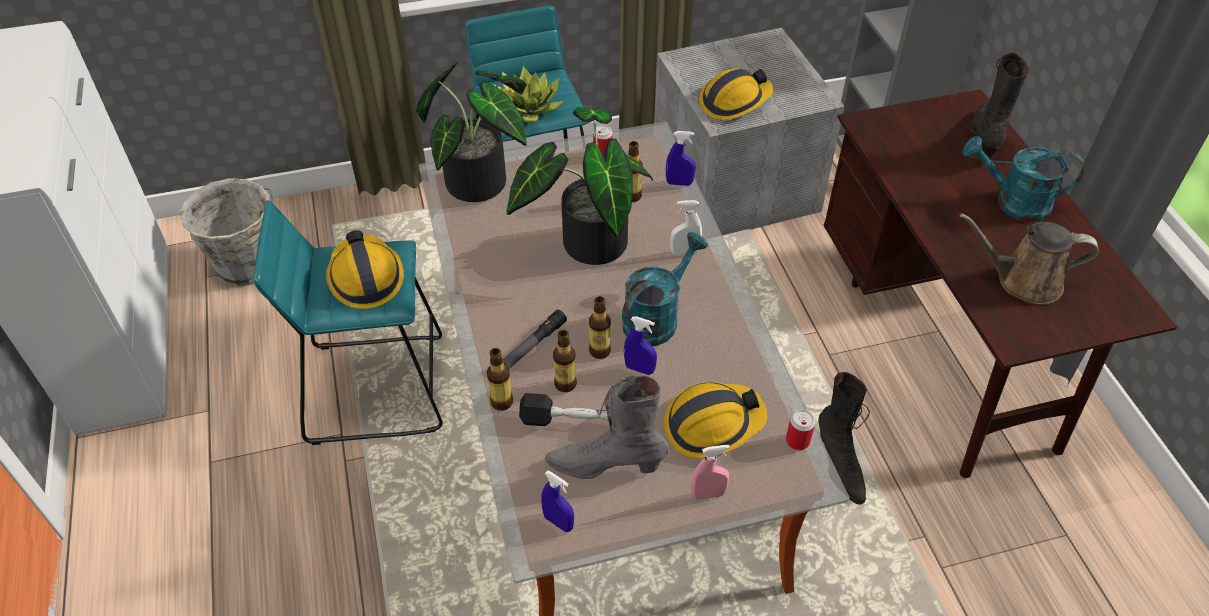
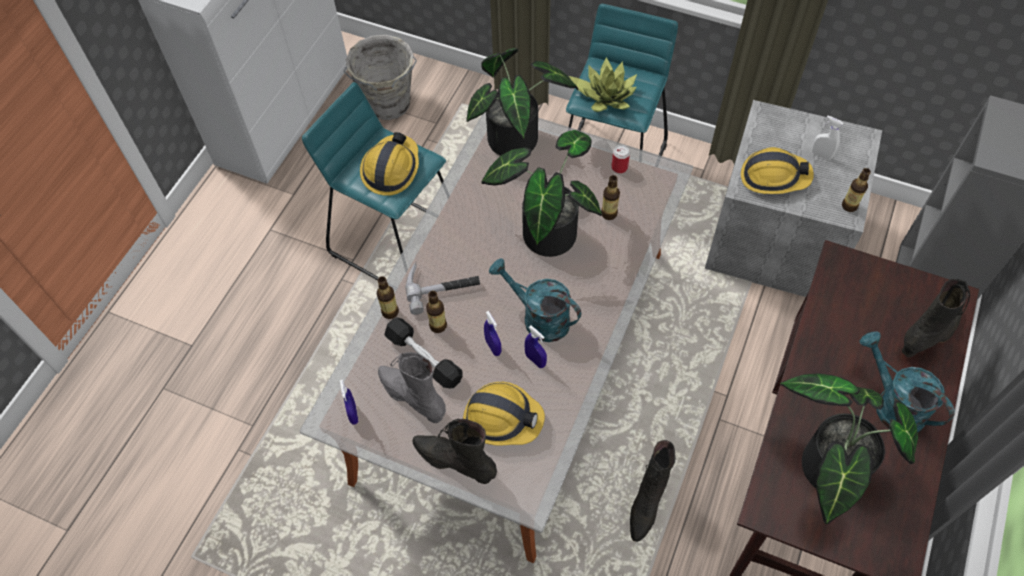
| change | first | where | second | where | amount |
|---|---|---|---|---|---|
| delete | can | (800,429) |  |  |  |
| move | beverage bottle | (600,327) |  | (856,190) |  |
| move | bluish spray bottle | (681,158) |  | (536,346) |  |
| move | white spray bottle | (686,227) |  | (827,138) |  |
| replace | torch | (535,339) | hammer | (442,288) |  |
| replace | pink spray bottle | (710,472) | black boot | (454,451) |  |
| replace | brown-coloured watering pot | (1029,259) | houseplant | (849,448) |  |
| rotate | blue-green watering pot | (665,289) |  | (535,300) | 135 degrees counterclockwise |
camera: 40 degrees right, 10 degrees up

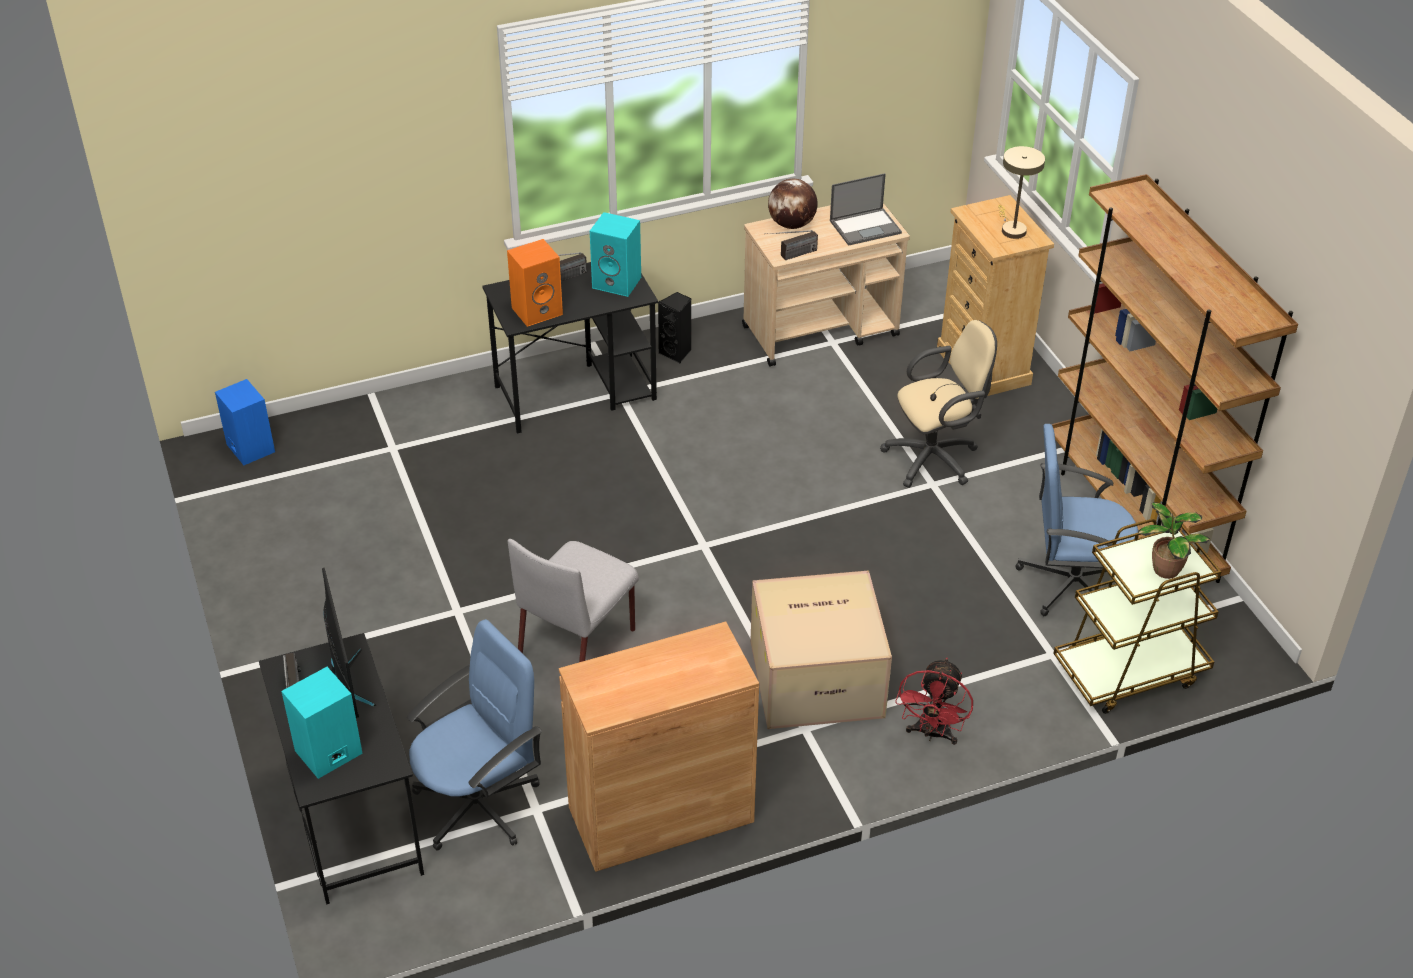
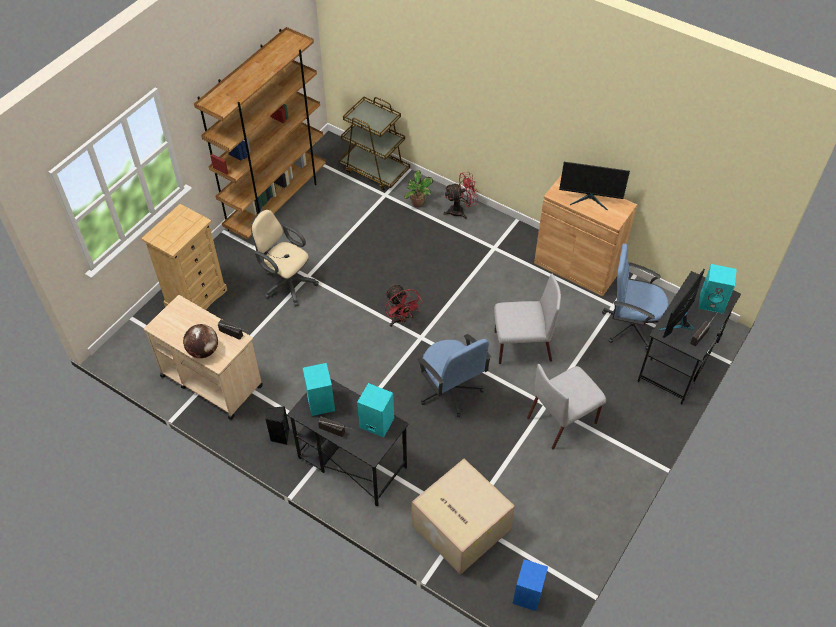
| change | first | where | second | where | amount |
|---|---|---|---|---|---|
| delete | laptop | (866,209) |  |  |  |
| delete | beige-coloured lamp for a table | (1021,192) |  |  |  |
| insert |  |  | red-coloured electric fan | (404,305) |  |
| insert |  |  | greyish plain chair | (566,406) |  |
| insert |  |  | monitor | (594,186) |  |
| move | cardboard box | (821,649) |  | (463,517) |  |
| move | bluish desk chair | (1076,520) |  | (454,375) |  |
| move | houseplant | (1174,540) |  | (418,188) |  |
| recolor | orangey audio speaker | (535,283) | blue-green audio speaker | (375,410) |  |
camera: 125 degrees left, 10 degrees up

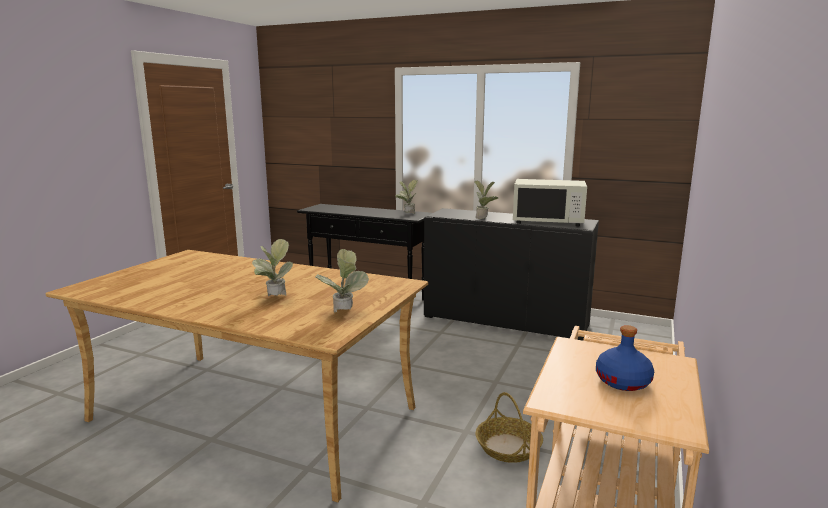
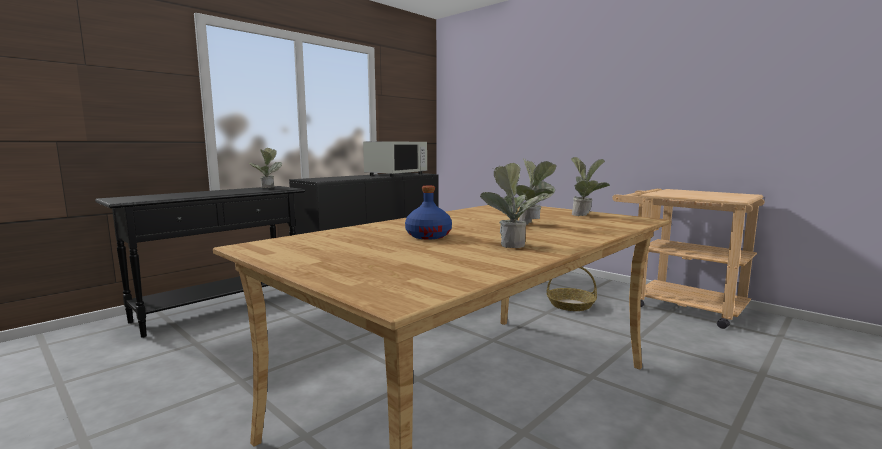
| change | first | where | second | where | amount |
|---|---|---|---|---|---|
| move | houseplant | (486,200) |  | (515,205) |  |
| move | bluish beverage bottle | (625,358) |  | (428,212) |  |
camera: 70 degrees left, 5 degrees down

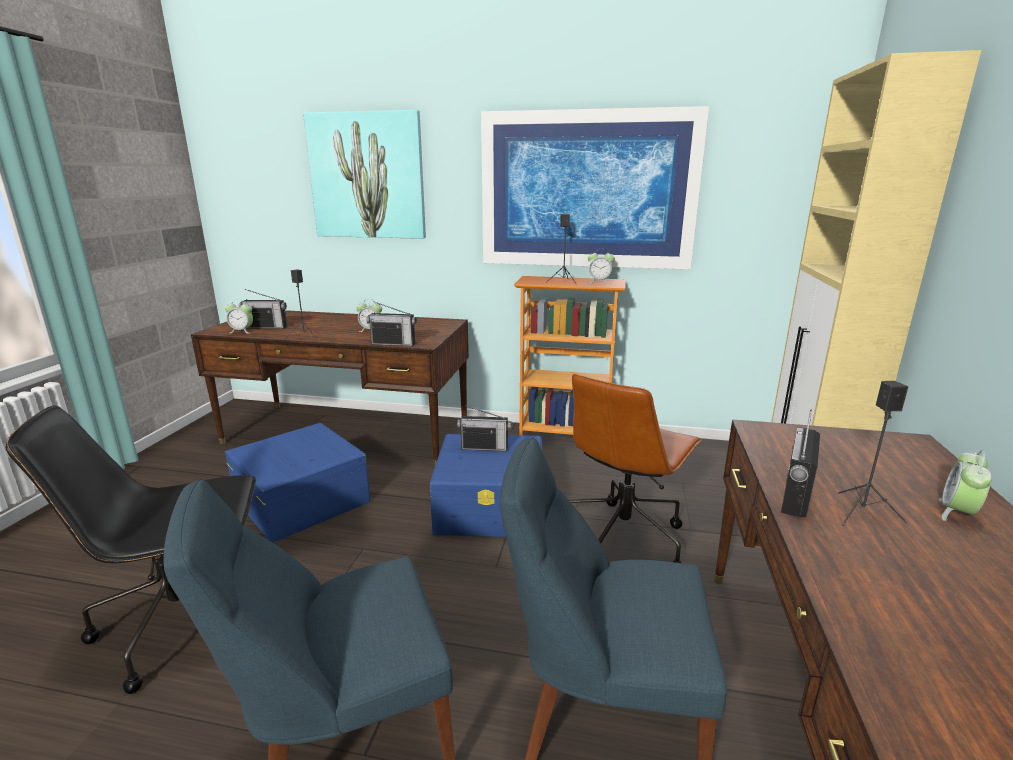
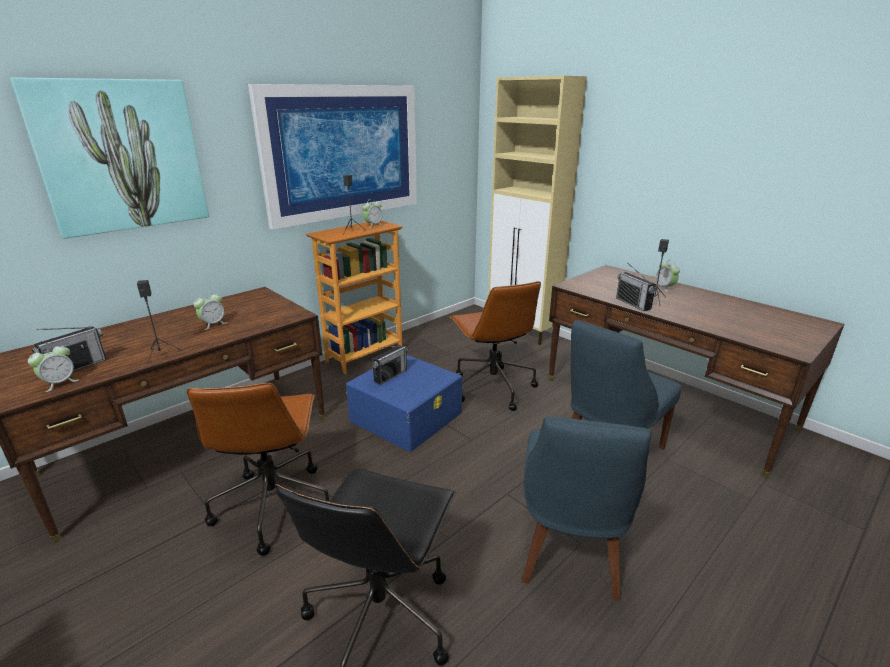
| change | first | where | second | where | amount |
|---|---|---|---|---|---|
| delete | radio receiver | (391,323) |  |  |  |
| replace | bluish storage bin | (297,483) | brown-coloured desk chair | (258,469) |  |
camera: 55 degrees left, 5 degrees up

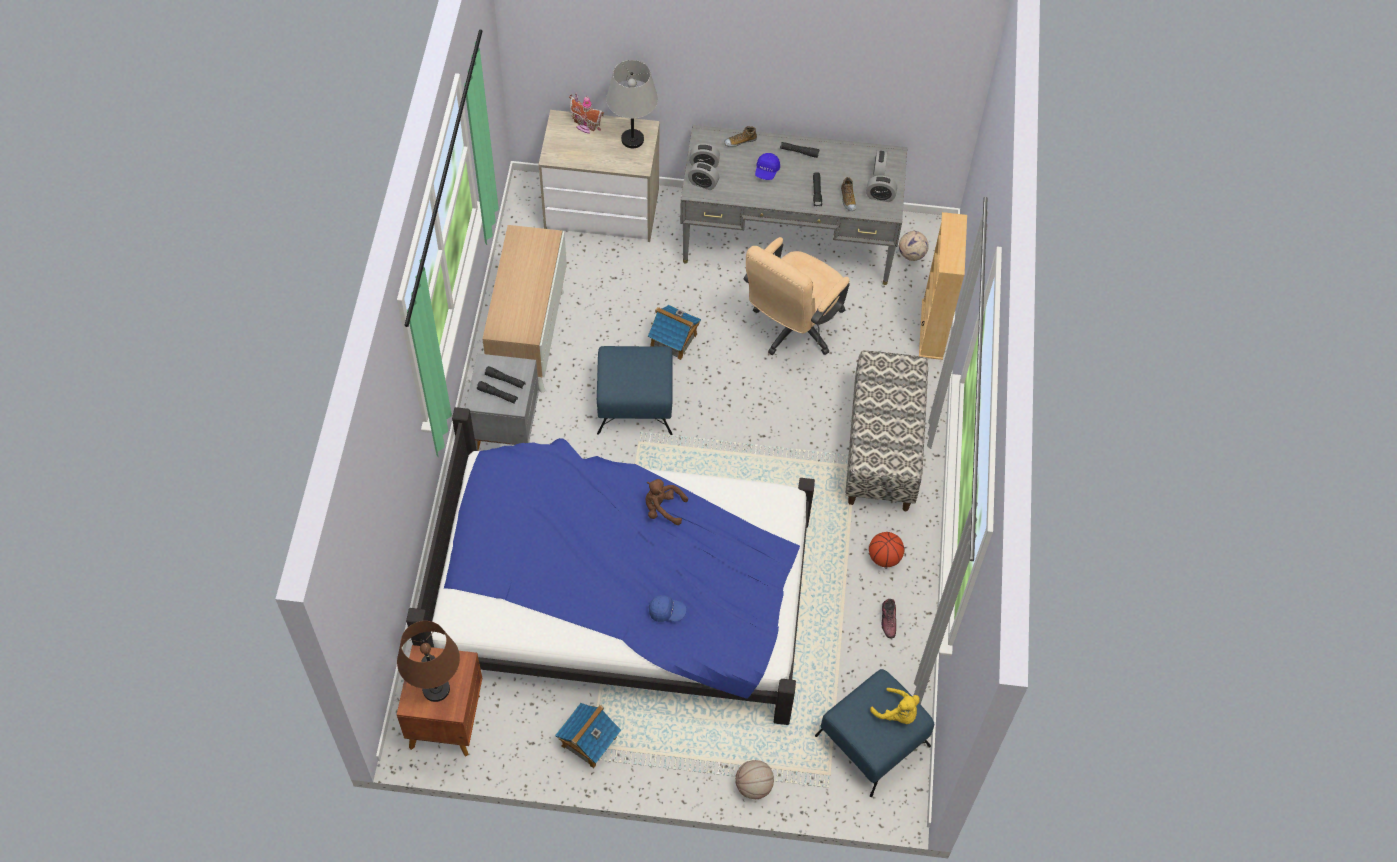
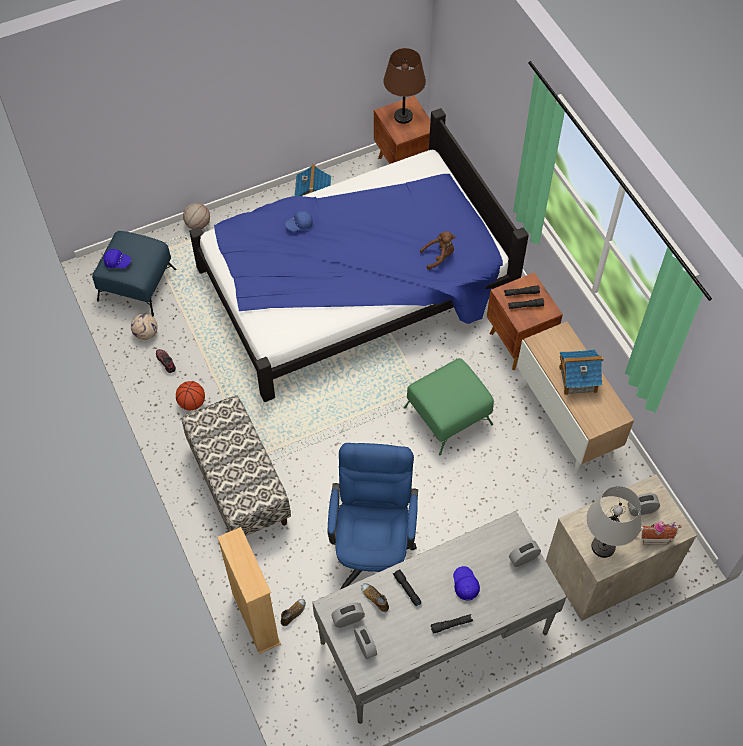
| change | first | where | second | where | amount |
|---|---|---|---|---|---|
| move | brown-coloured soft toy | (666,502) |  | (437,250) |  |
| move | miniature house | (674,332) |  | (581,372) |  |
| move | bedside clock | (703,176) |  | (643,504) |  |
| move | item of footwear | (740,136) |  | (293,612) |  |
| move | football | (914,246) |  | (144,327) |  |
| replace | yellow soft toy | (895,706) | bluish baseball cap | (117,259) |  |
| recolor | greyish nightstand | (502,402) | brown-coloured nightstand | (525,321) |  |
| recolor | bluish ottoman | (635,390) | green ottoman | (449,407) |  |
| recolor | beige-coloured desk chair | (797,296) | bluish desk chair | (373,516) |  |
camera: 150 degrees right, 0 degrees up

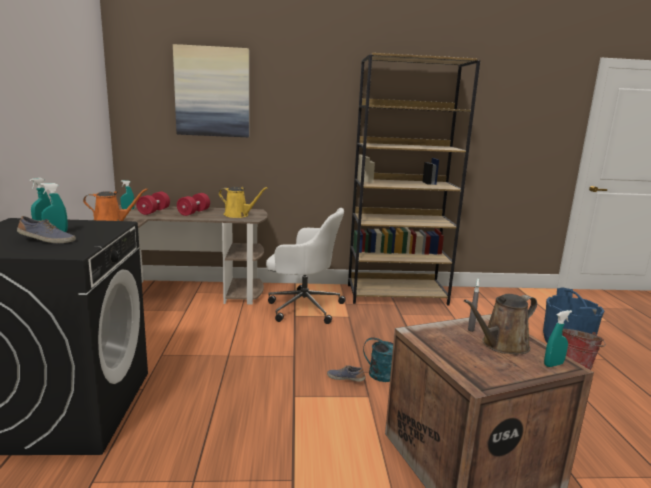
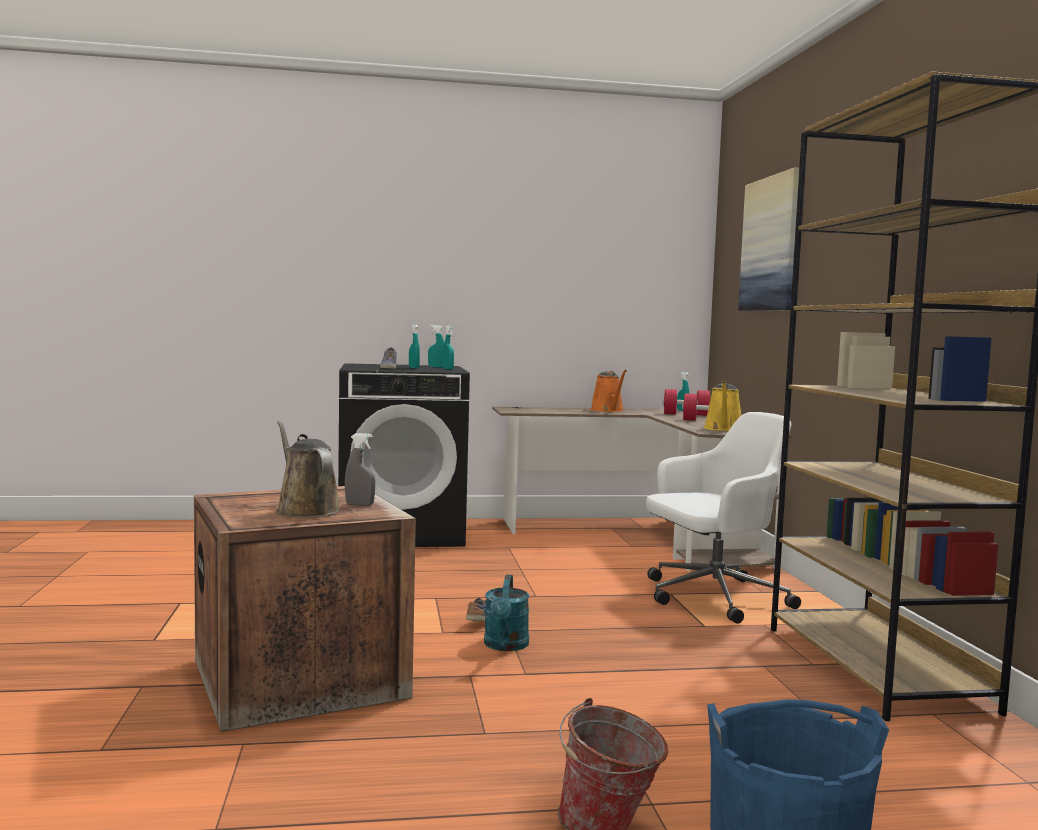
| change | first | where | second | where | amount |
|---|---|---|---|---|---|
| move | blue-green spray bottle | (558,338) |  | (448,348) |  |
| rotate | white desk chair | (306,266) |  | (723,518) | 120 degrees counterclockwise |
camera: 85 degrees right, 10 degrees down

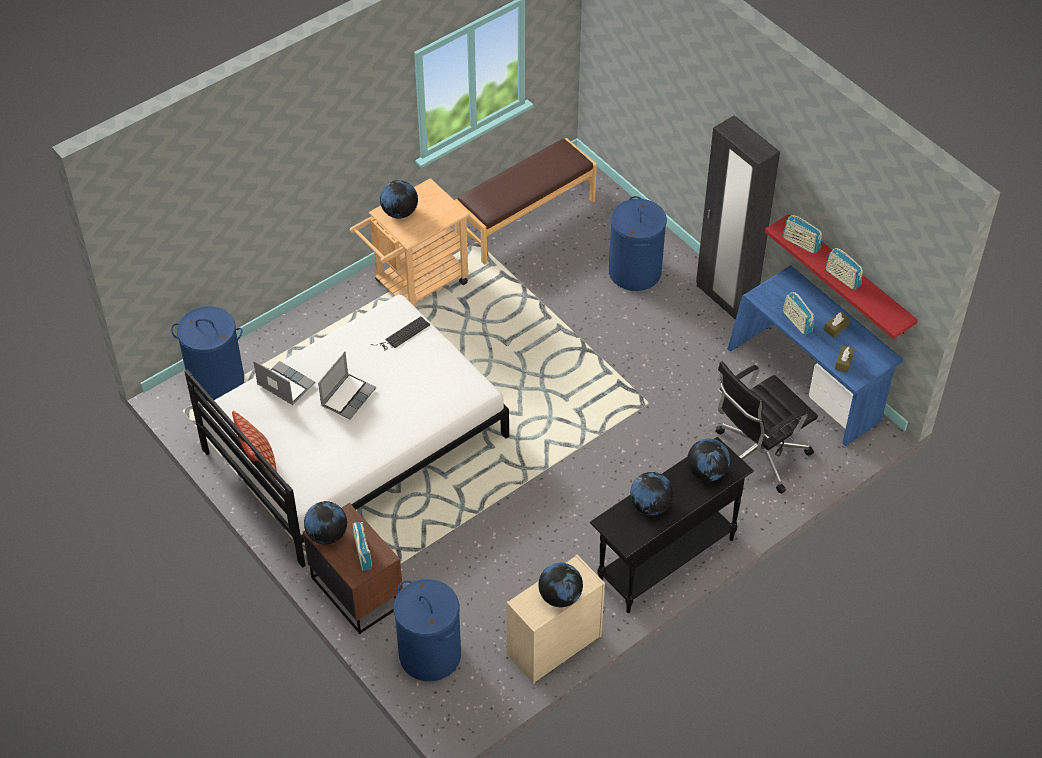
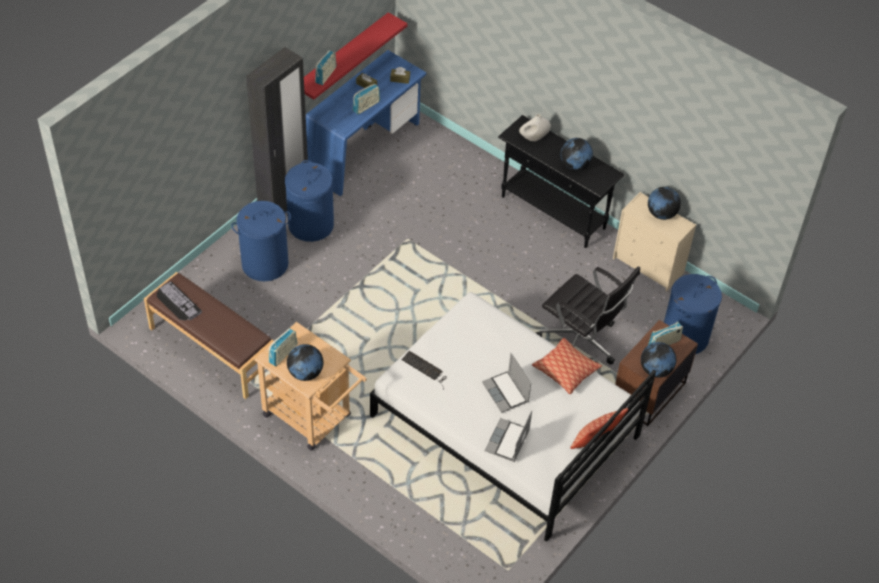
| change | first | where | second | where | amount |
|---|---|---|---|---|---|
| insert |  |  | keyboard | (179,301) |  |
| insert |  |  | cushion | (567,366) |  |
| move | bluish washing basket | (207,353) |  | (309,201) |  |
| move | black desk chair | (767,427) |  | (588,315) |  |
| move | radio receiver | (844,269) |  | (283,347) |  |
| replace | desk globe | (708,460) | white vase | (535,127) |  |
| rotate | laptop | (347,386) |  | (506,383) | 135 degrees counterclockwise |
camera: 105 degrees left, 0 degrees up

